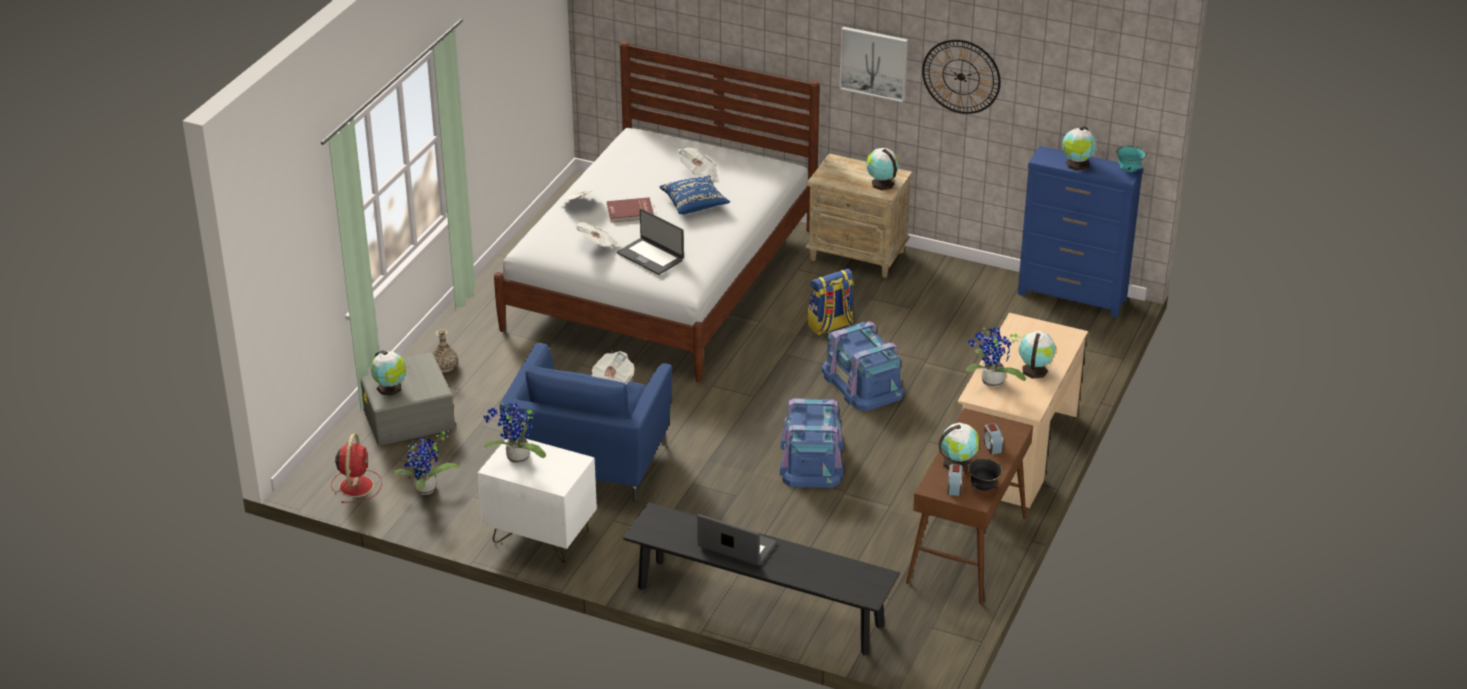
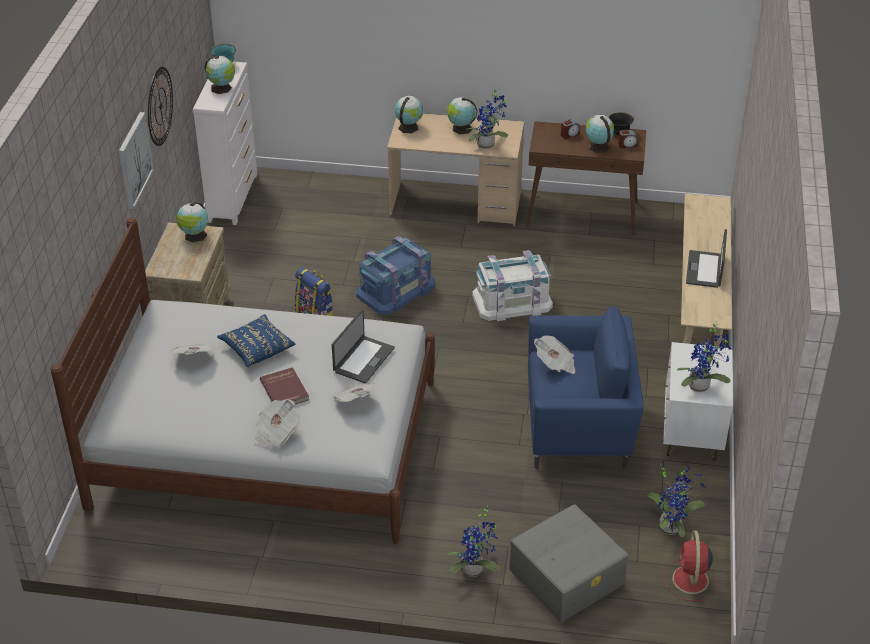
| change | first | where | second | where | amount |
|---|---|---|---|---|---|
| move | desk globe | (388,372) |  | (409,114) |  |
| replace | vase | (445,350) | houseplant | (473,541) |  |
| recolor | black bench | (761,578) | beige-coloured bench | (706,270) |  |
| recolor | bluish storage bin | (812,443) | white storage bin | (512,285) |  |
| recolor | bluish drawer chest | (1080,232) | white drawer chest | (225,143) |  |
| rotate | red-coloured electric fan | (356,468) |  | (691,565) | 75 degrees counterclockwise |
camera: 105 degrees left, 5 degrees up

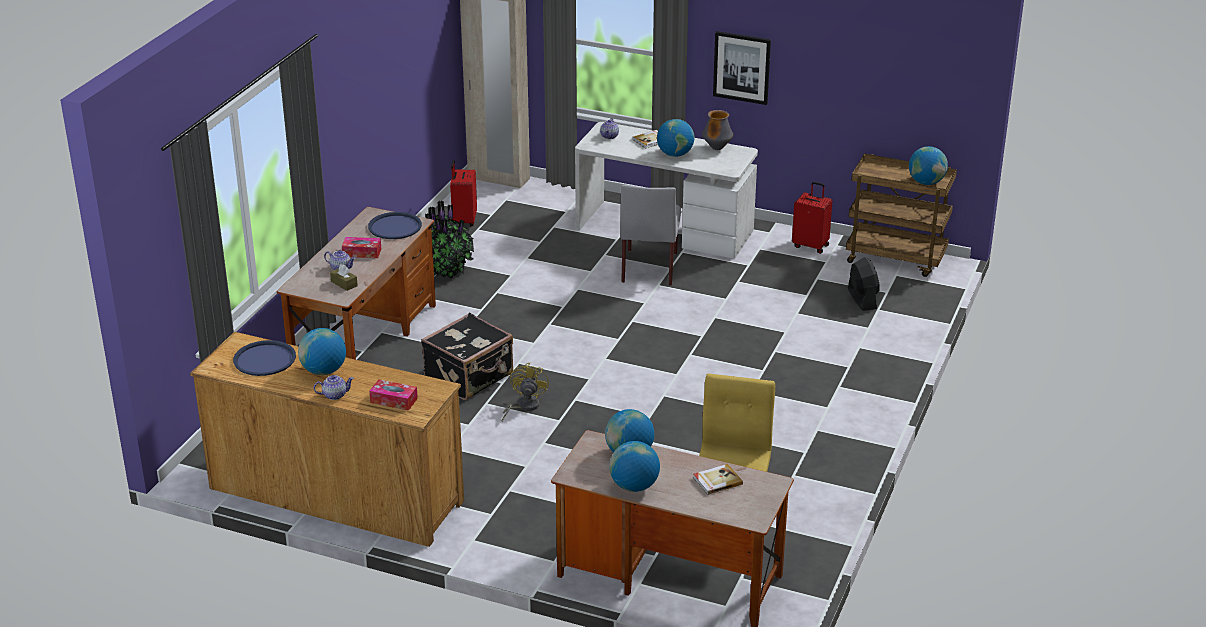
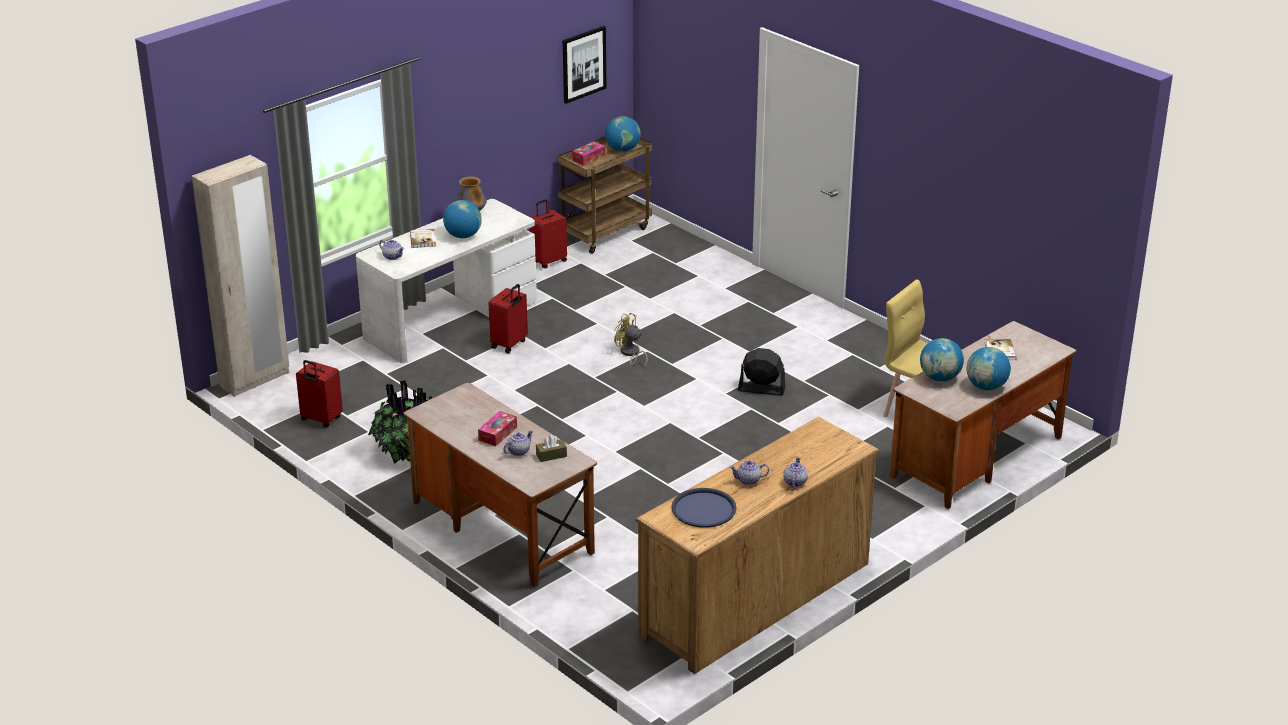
| change | first | where | second | where | amount |
|---|---|---|---|---|---|
| delete | bluish tray | (395,225) |  |  |  |
| delete | black piece of luggage | (467,356) |  |  |  |
| move | tissue holder | (393,395) |  | (588,153) |  |
| move | yellow electric fan | (525,392) |  | (631,340) |  |
| move | wall picture | (742,68) |  | (584,65) |  |
| move | black electric fan | (863,284) |  | (761,372) |  |
| replace | desk globe | (322,351) | tea pot | (749,472) |  |
| replace | greyish plain chair | (650,235) | red-coloured piece of luggage | (508,318) |  |
camera: 65 degrees left, 0 degrees up

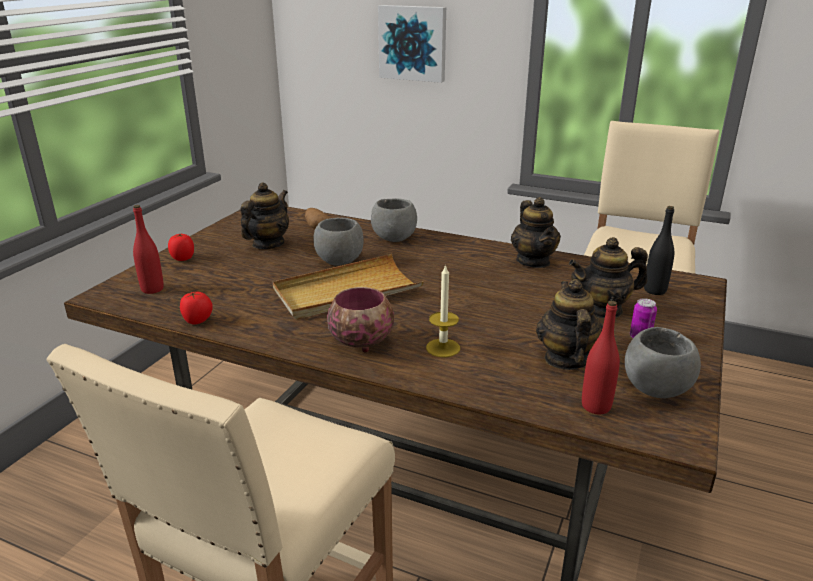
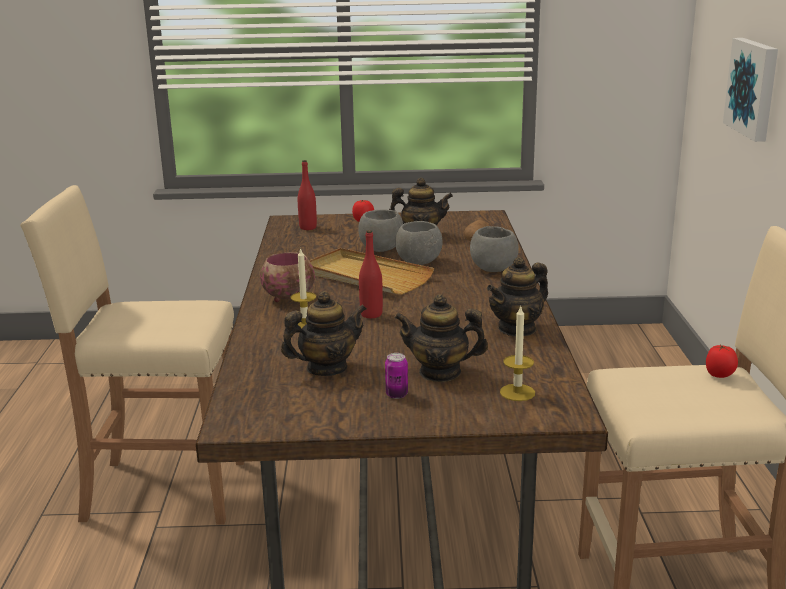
| change | first | where | second | where | amount |
|---|---|---|---|---|---|
| move | tomato | (196,308) |  | (722,361) |  |
| move | red-coloured beverage bottle | (601,358) |  | (371,274) |  |
| move | greyish bowl | (663,362) |  | (380,230) |  |
| replace | black beverage bottle | (659,250) | wax light | (517,353) |  |
| rotate | tea pot | (608,278) |  | (441,338) | 45 degrees counterclockwise |
camera: 65 degrees right, 5 degrees down

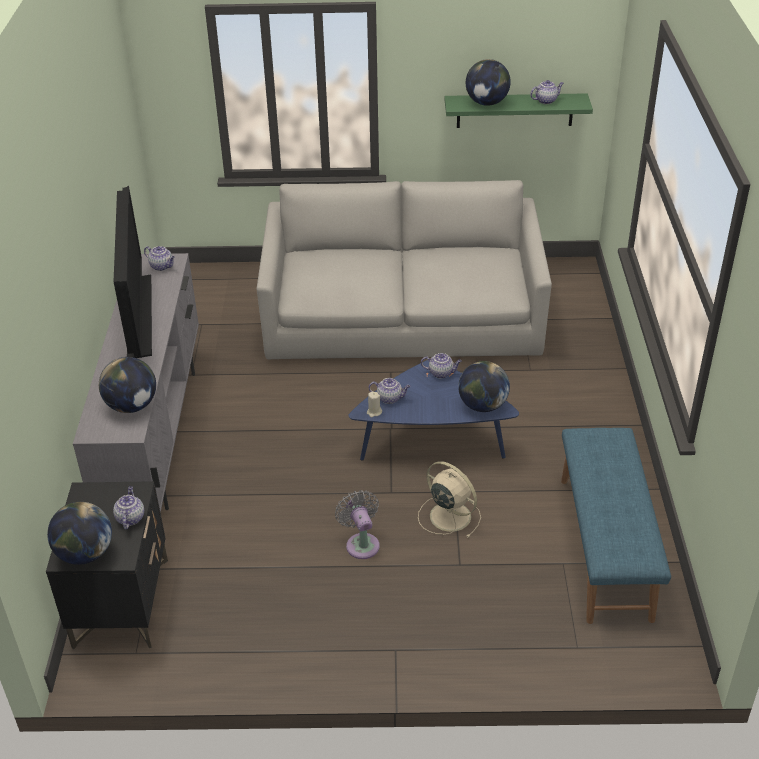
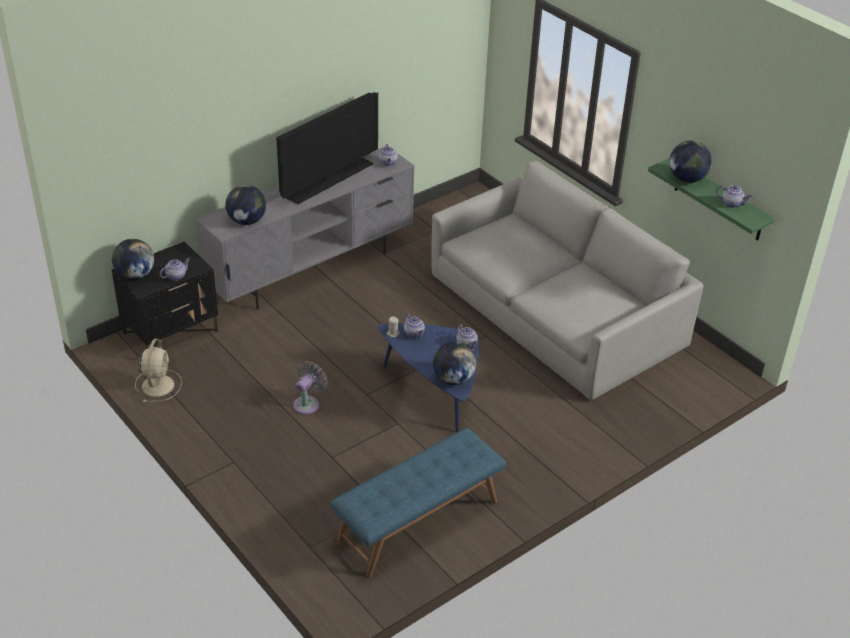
| change | first | where | second | where | amount |
|---|---|---|---|---|---|
| move | beige-coloured electric fan | (449,499) |  | (158,370) |  |
camera: 50 degrees right, 0 degrees up

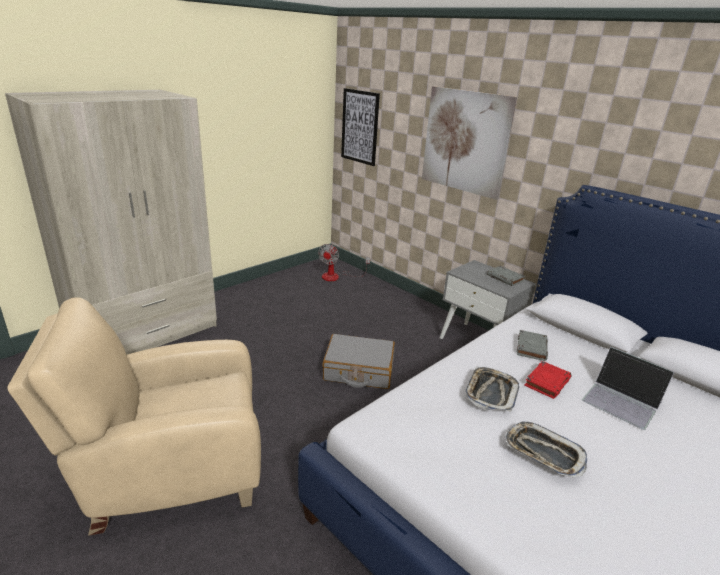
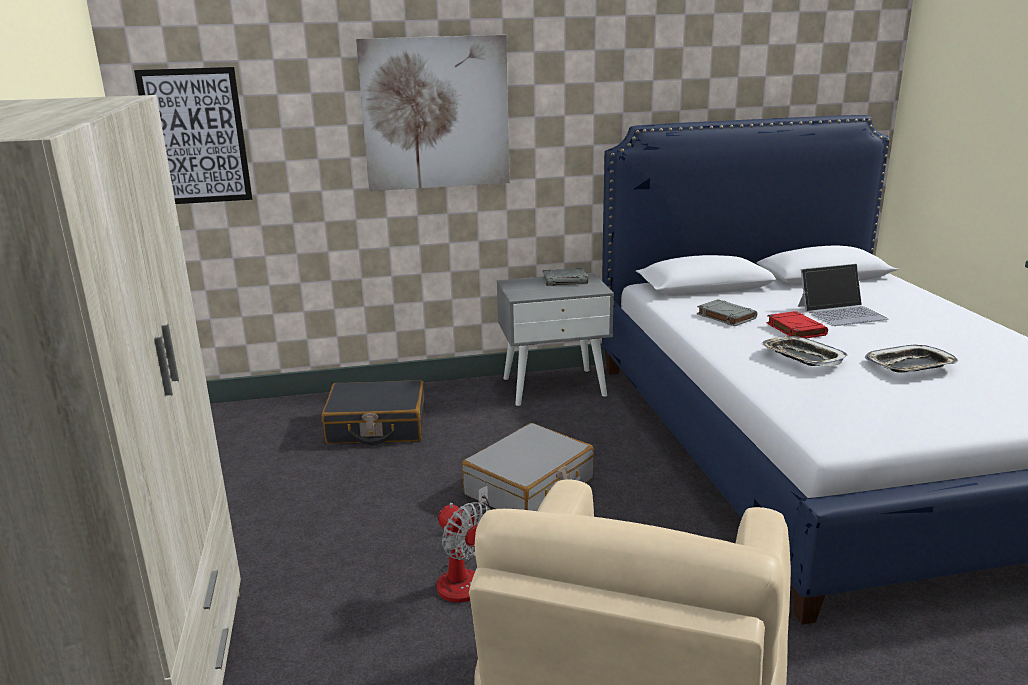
| change | first | where | second | where | amount |
|---|---|---|---|---|---|
| insert |  |  | black piece of luggage | (373,412) |  |
| move | electric fan | (344,262) |  | (463,544) |  |
camera: 55 degrees left, 5 degrees down

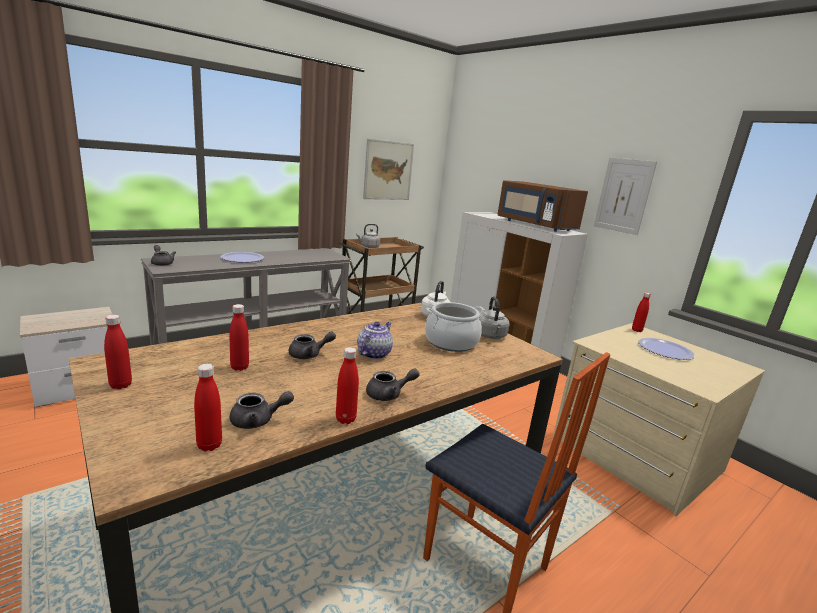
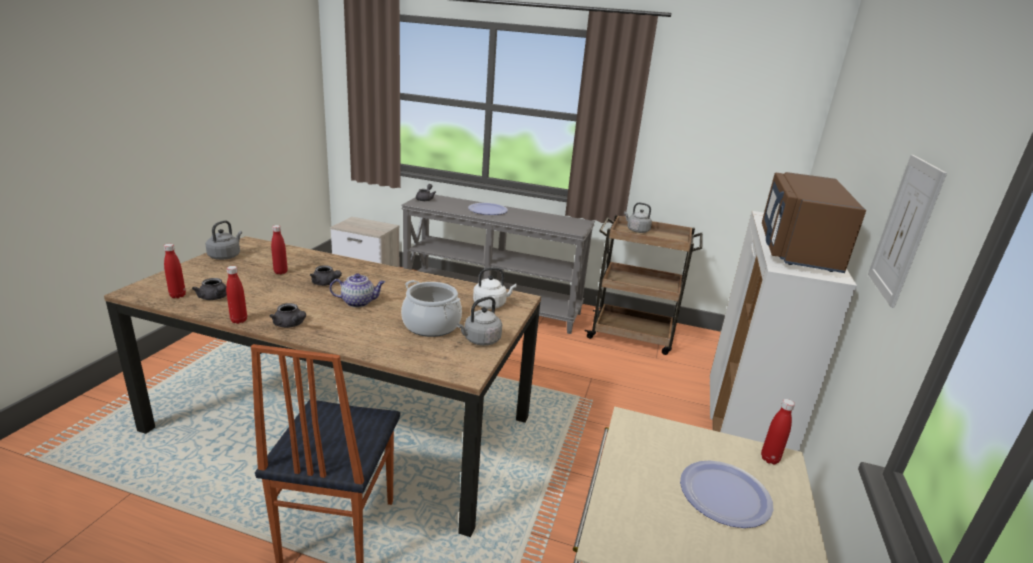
| change | first | where | second | where | amount |
|---|---|---|---|---|---|
| delete | wall picture | (388,169) |  |  |  |
| replace | red-coloured beverage bottle | (118,352) | greyish tea kettle | (224,240) |  |
camera: 55 degrees right, 5 degrees up

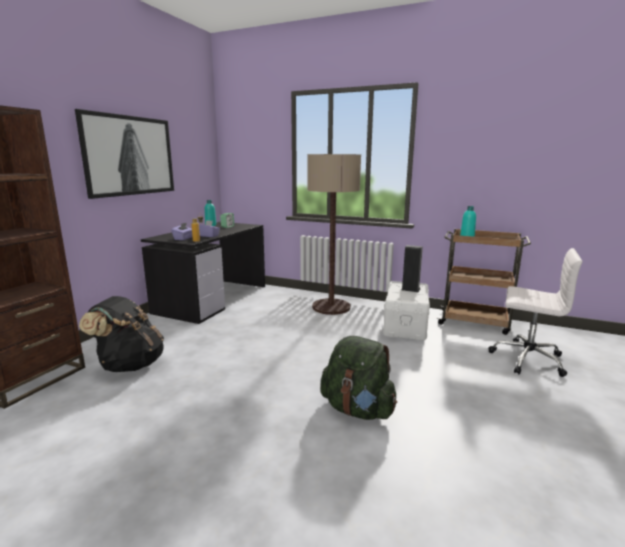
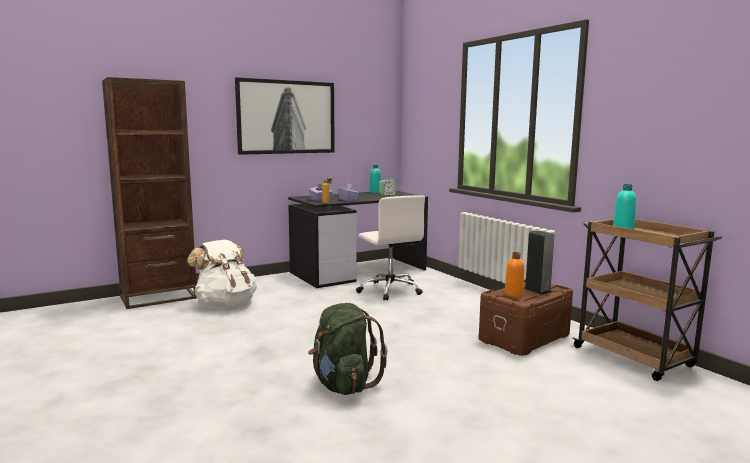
| change | first | where | second | where | amount |
|---|---|---|---|---|---|
| delete | floor lamp | (334,234) |  |  |  |
| insert |  |  | orangey beverage bottle | (514,274) |  |
| move | white desk chair | (535,312) |  | (390,248) |  |
| recolor | black rucksack | (121,334) | white rucksack | (222,273) |  |
| recolor | white storage bin | (406,311) | brown-coloured storage bin | (526,317) |  |
camera: 35 degrees right, 5 degrees down

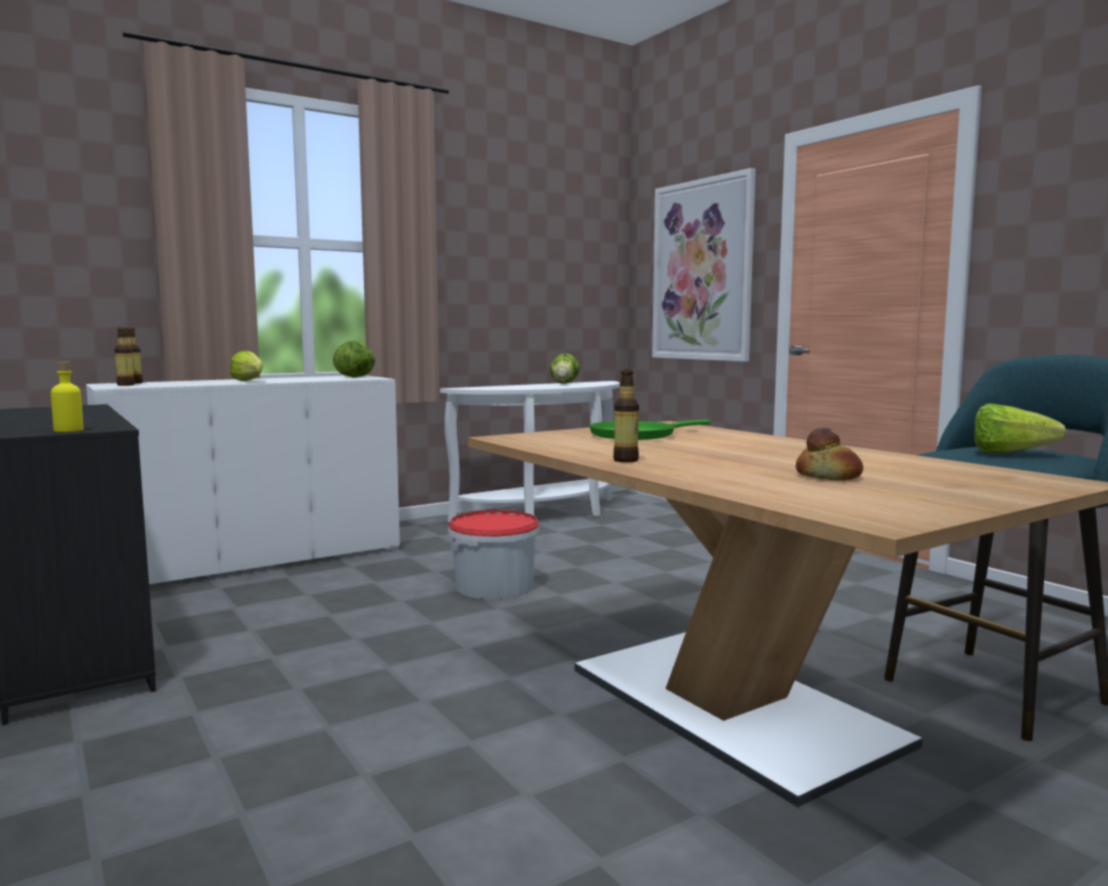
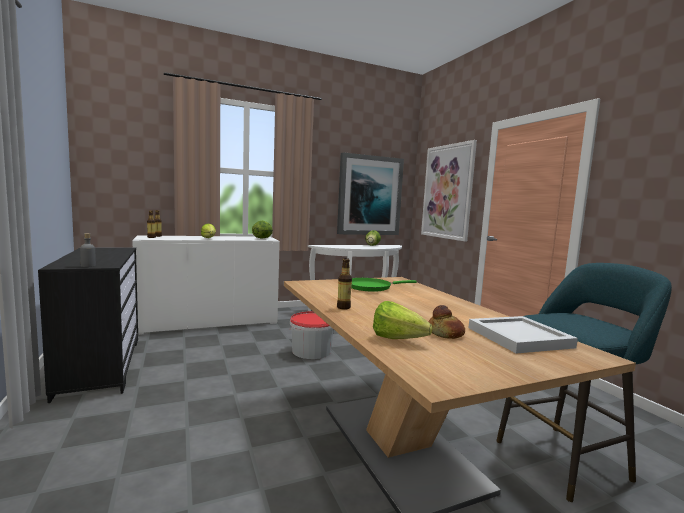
| change | first | where | second | where | amount |
|---|---|---|---|---|---|
| insert |  |  | wall picture | (370,193) |  |
| insert |  |  | white tray | (523,335) |  |
| move | head of lettuce | (1020,428) |  | (403,320) |  |
| recolor | yellow beverage bottle | (67,397) | greyish beverage bottle | (88,250) |  |
camera: 10 degrees right, 0 degrees up

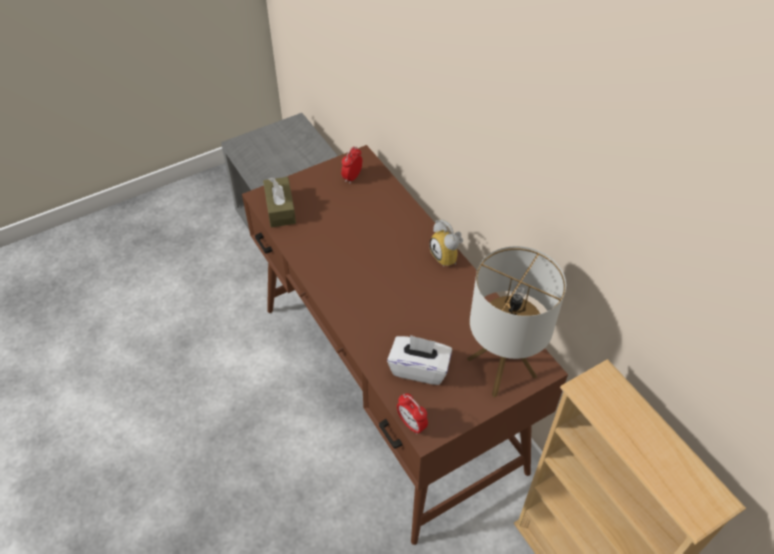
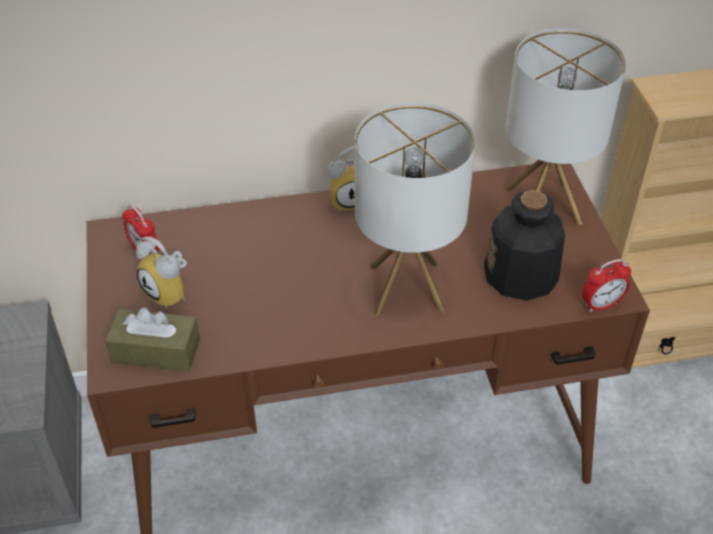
| change | first | where | second | where | amount |
|---|---|---|---|---|---|
| insert |  |  | bedside clock | (161,272) |  |
| insert |  |  | lamp for a table | (415,209) |  |
| replace | white tissue holder | (419,360) | beverage bottle | (524,245) |  |
camera: 70 degrees left, 5 degrees down

